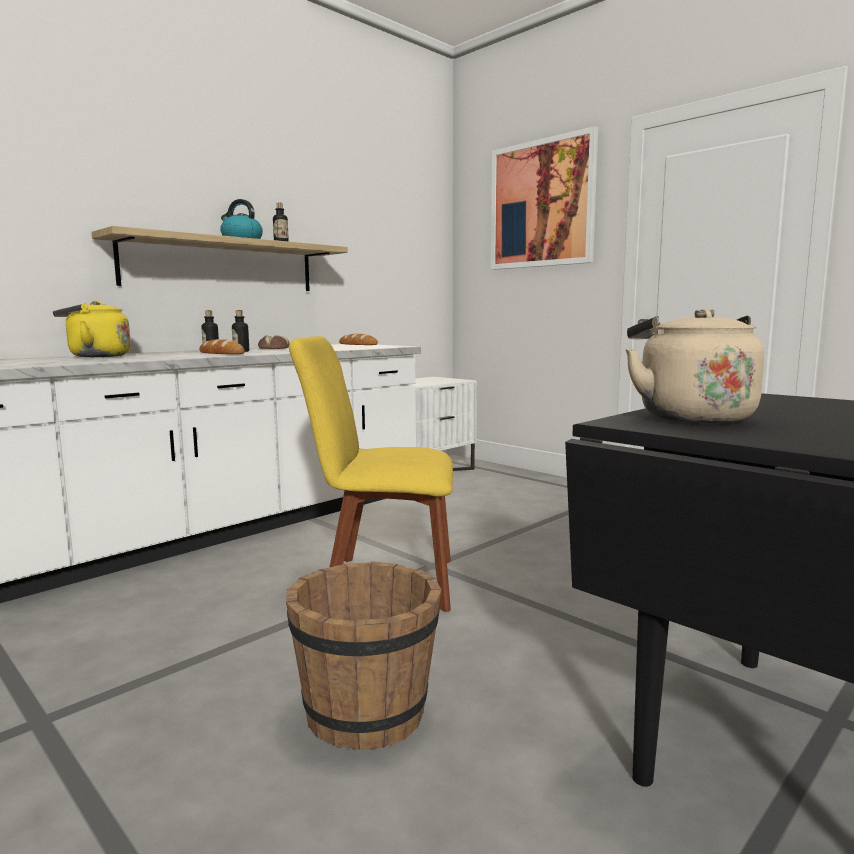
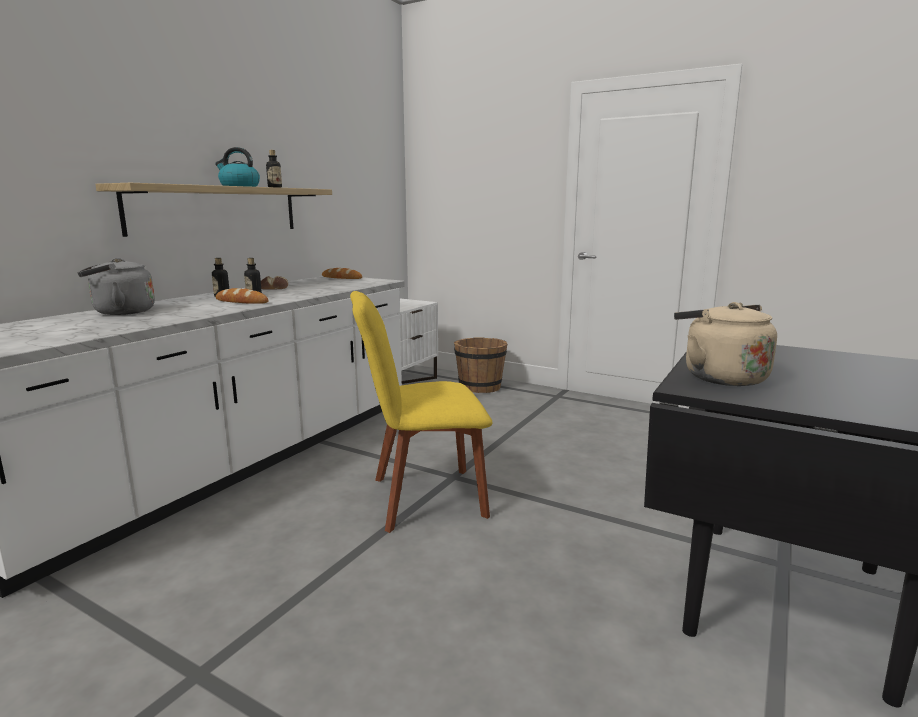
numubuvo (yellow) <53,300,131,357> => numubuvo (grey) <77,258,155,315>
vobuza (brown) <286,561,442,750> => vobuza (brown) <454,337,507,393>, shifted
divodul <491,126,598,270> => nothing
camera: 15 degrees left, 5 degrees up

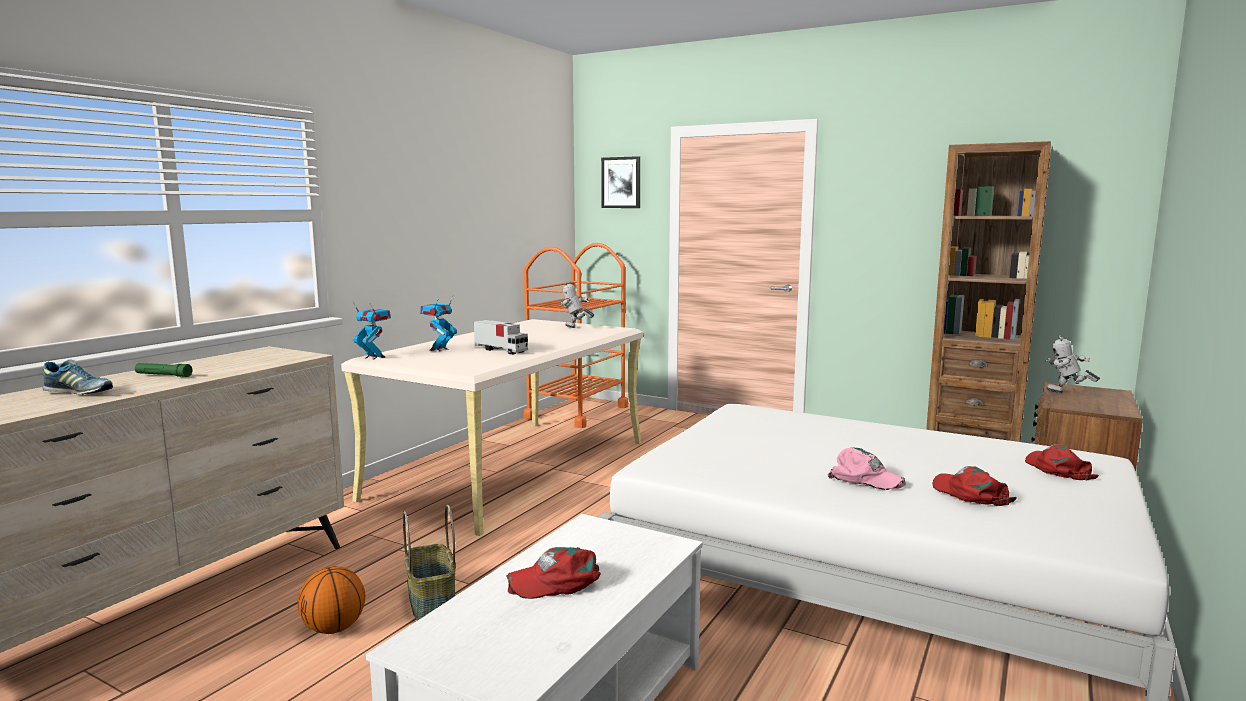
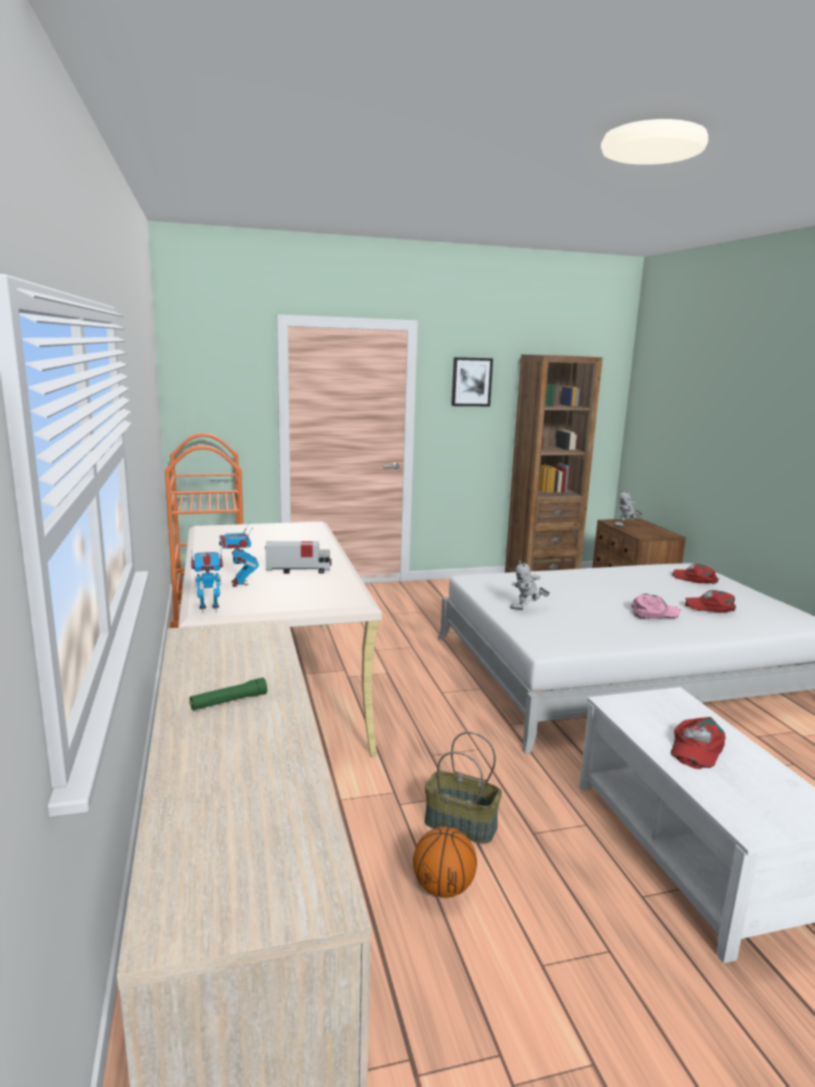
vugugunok <42,360,113,394> => nothing
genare <560,281,594,328> => genare <510,560,550,610>, shifted
divodul <601,156,640,208> => divodul <451,357,493,406>, shifted
camera: 45 degrees left, 5 degrees up

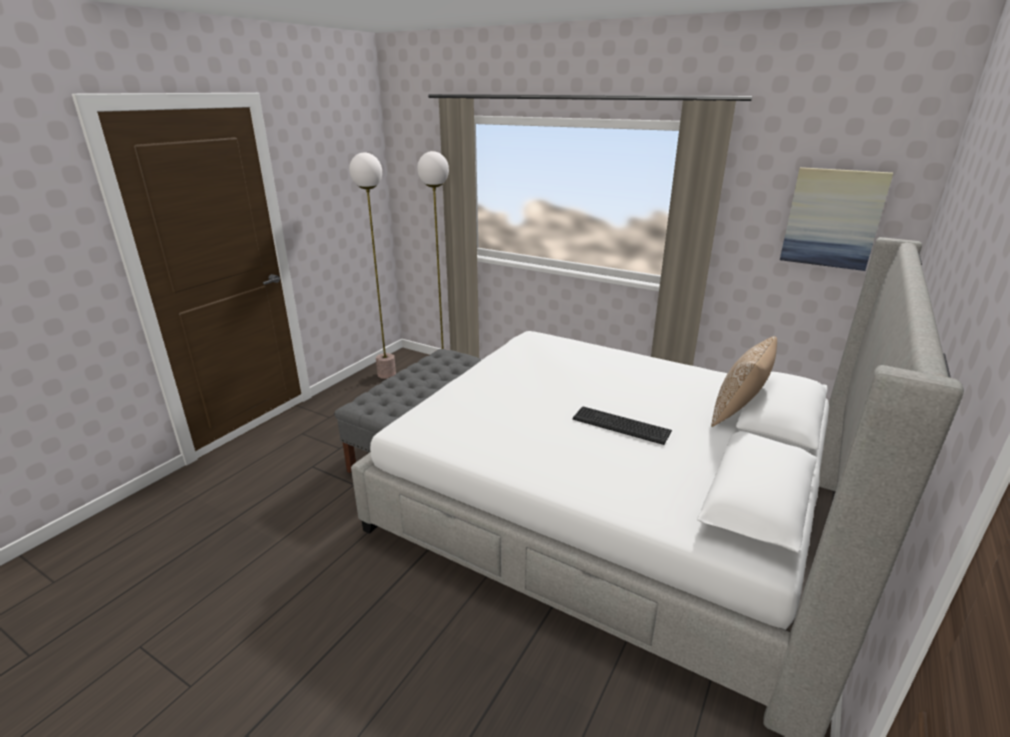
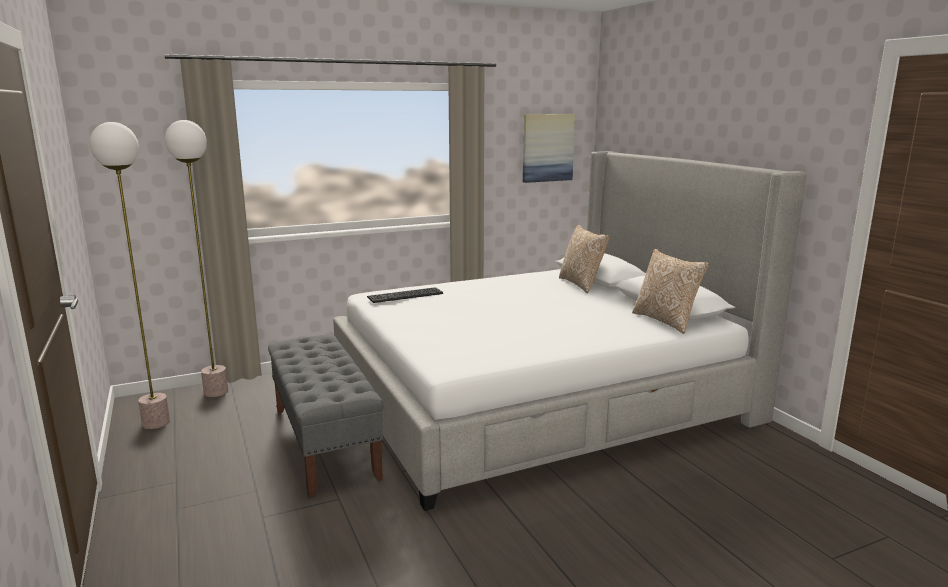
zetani <573,407,672,445> => zetani <367,287,443,303>, shifted
nothing => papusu <632,249,709,334>
camera: 55 degrees left, 10 degrees down

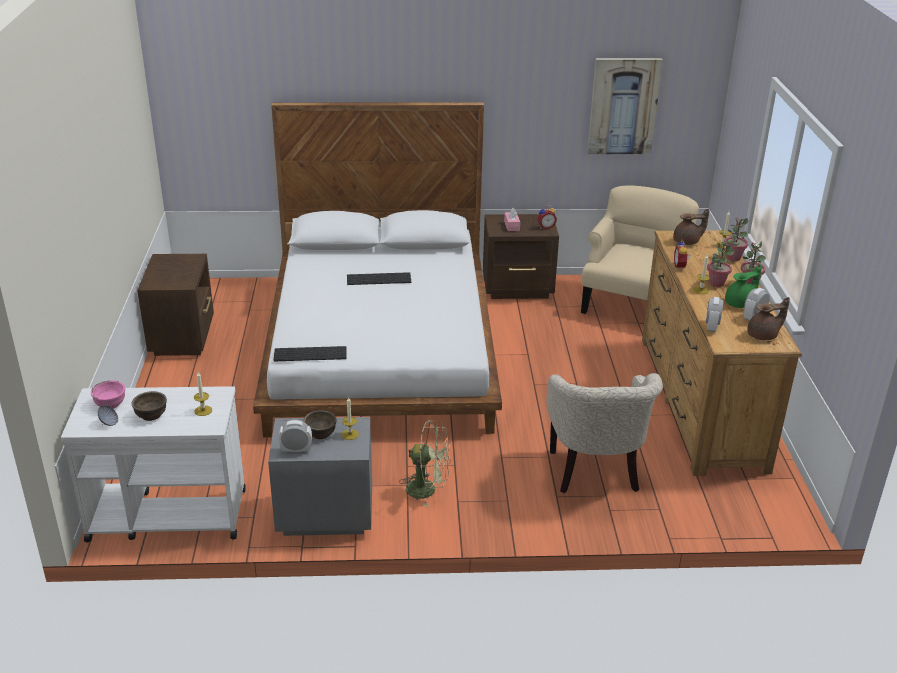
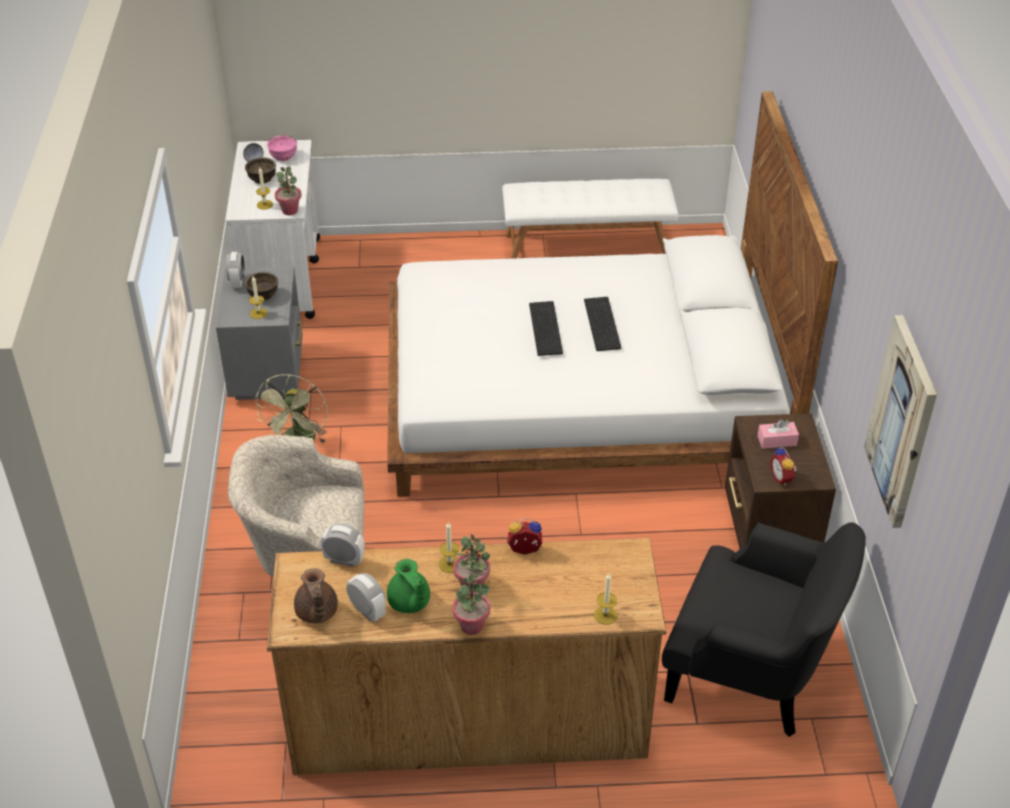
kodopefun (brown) <137,254,214,356> => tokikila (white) <502,179,678,259>
zetani <274,346,347,361> => zetani <529,301,563,356>, shifted
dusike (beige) <581,185,699,314> => dusike (black) <662,522,866,737>
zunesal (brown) <673,209,709,245> => nothing
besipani <725,218,748,261> => besipani <275,167,302,215>, shifted
camera: 90 degrees right, 10 degrees up

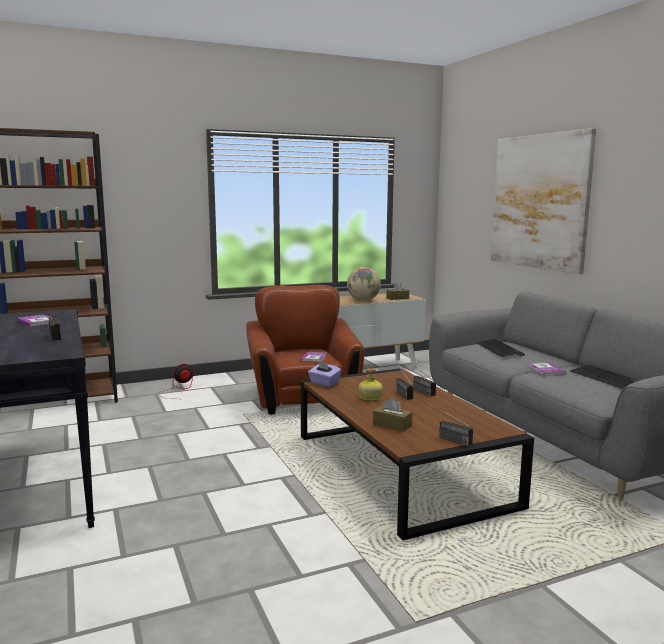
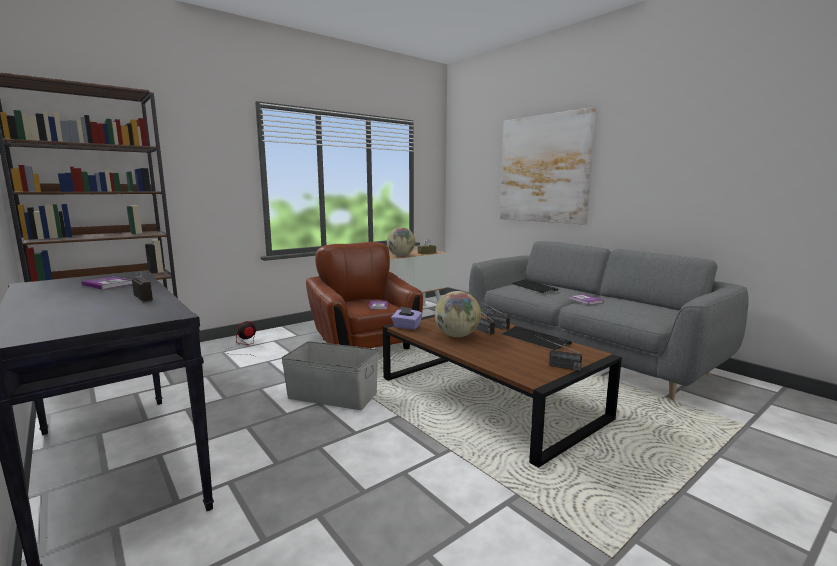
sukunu <358,368,383,401> => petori <435,291,481,337>
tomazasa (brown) <373,397,413,432> => nothing
zetani <570,365,639,389> => zetani <502,326,572,350>, shifted
nothing => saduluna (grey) <281,341,378,410>
camera: 15 degrees left, 0 degrees up

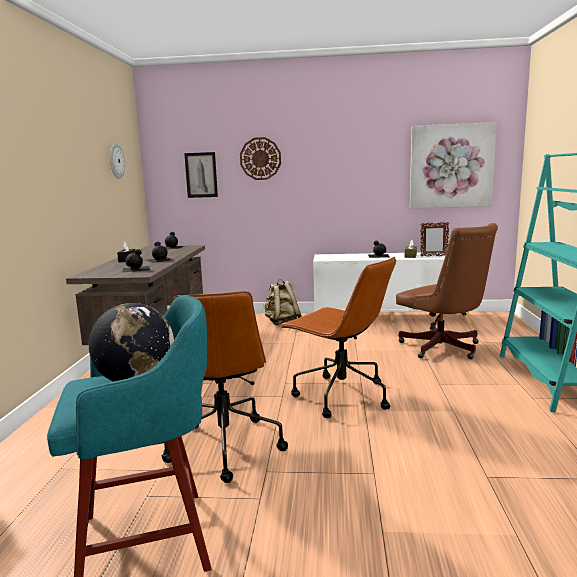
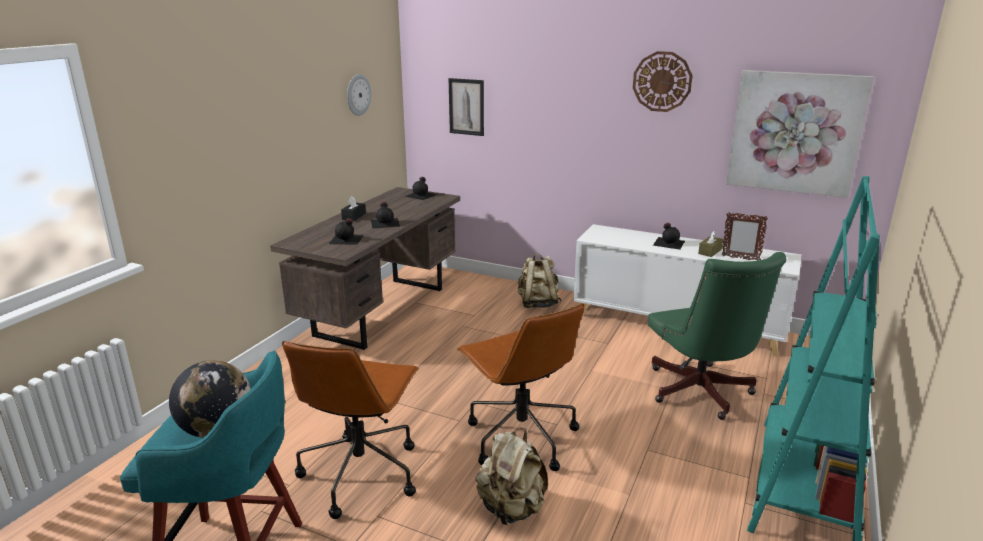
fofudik <240,137,281,180> => fofudik <633,51,693,112>, shifted
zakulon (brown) <396,223,498,359> => zakulon (green) <648,252,786,420>
nothing => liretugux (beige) <476,427,548,525>
camera: 20 degrees right, 10 degrees up

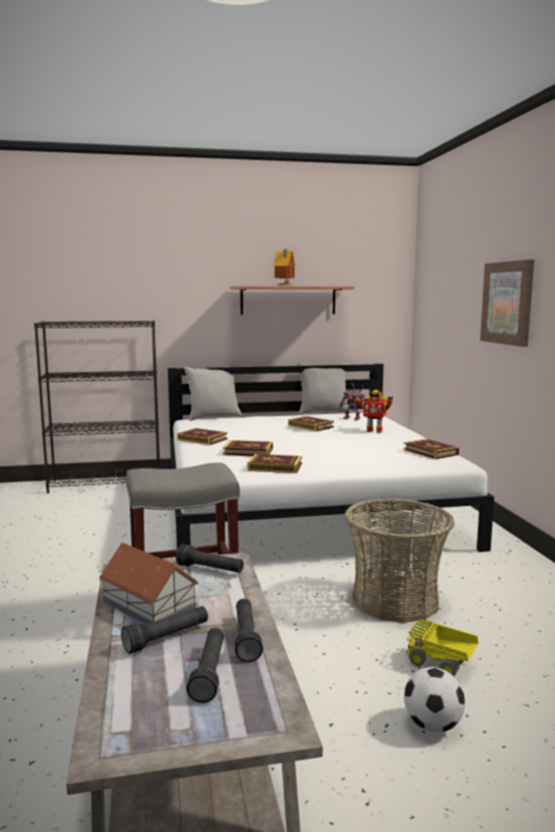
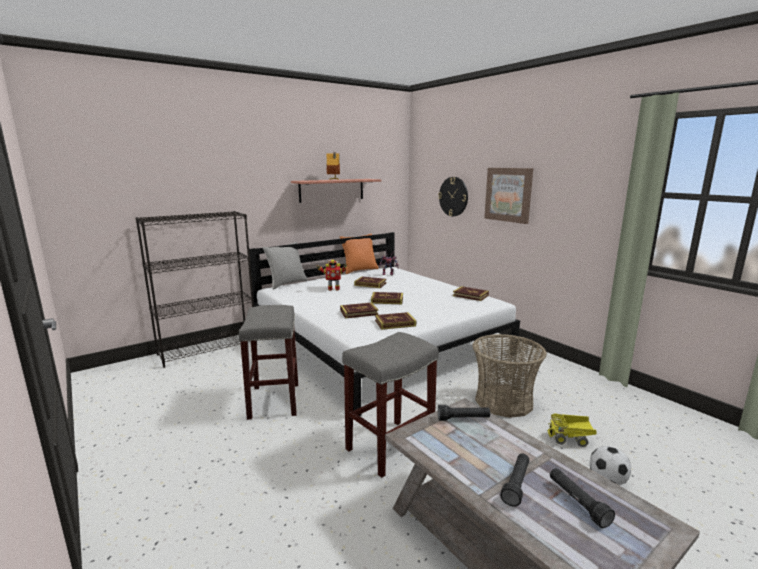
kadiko <99,543,199,625> => nothing
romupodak <177,428,228,445> => romupodak <371,292,403,304>, shifted
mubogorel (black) <235,599,263,662> => nothing
papusu (grey) <297,363,351,415> => papusu (orange) <340,234,379,274>
genare <352,390,393,433> => genare <316,260,347,291>, shifted
nothing => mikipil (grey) <239,305,298,420>
nothing => fofudik <438,177,468,216>
camera: 25 degrees left, 5 degrees up

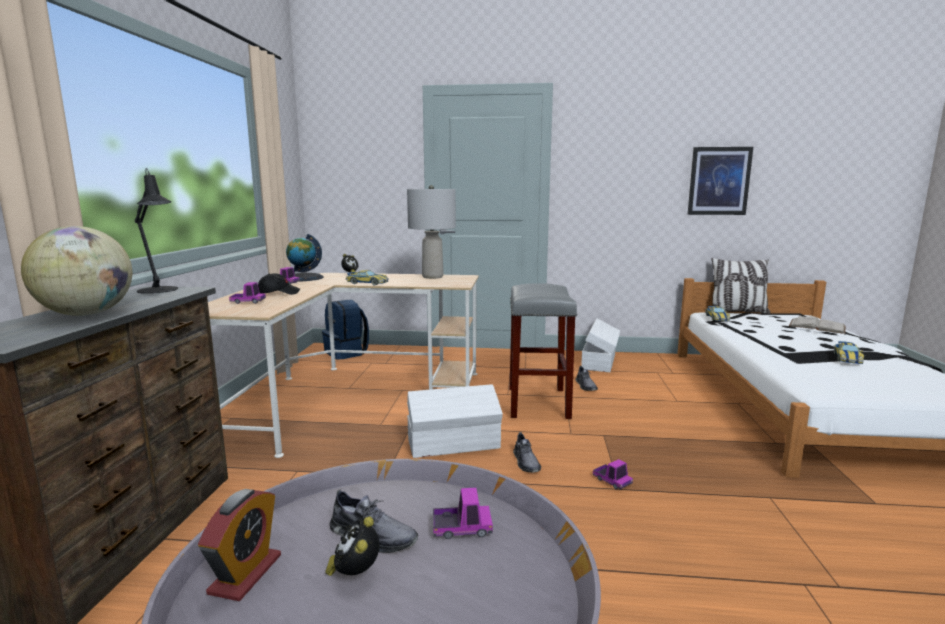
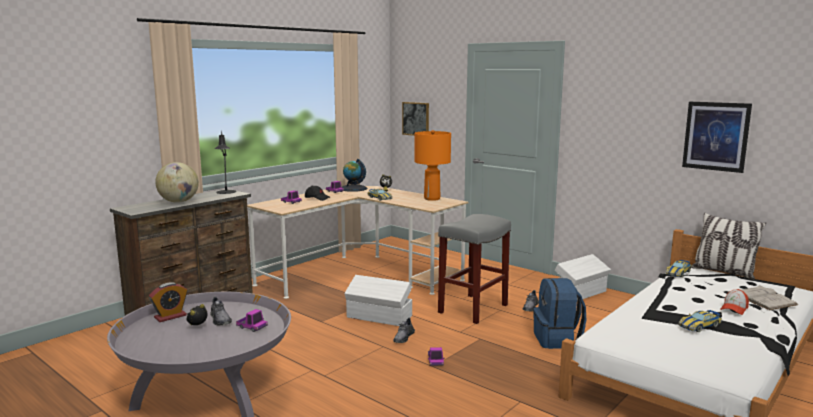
liretugux (blue) <322,300,369,360> => liretugux (blue) <533,278,586,349>, shifted
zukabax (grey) <407,185,456,279> => zukabax (orange) <414,130,451,201>
nothing => divodul <402,102,429,136>
nothing => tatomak <720,289,749,315>
camera: 35 degrees right, 0 degrees up

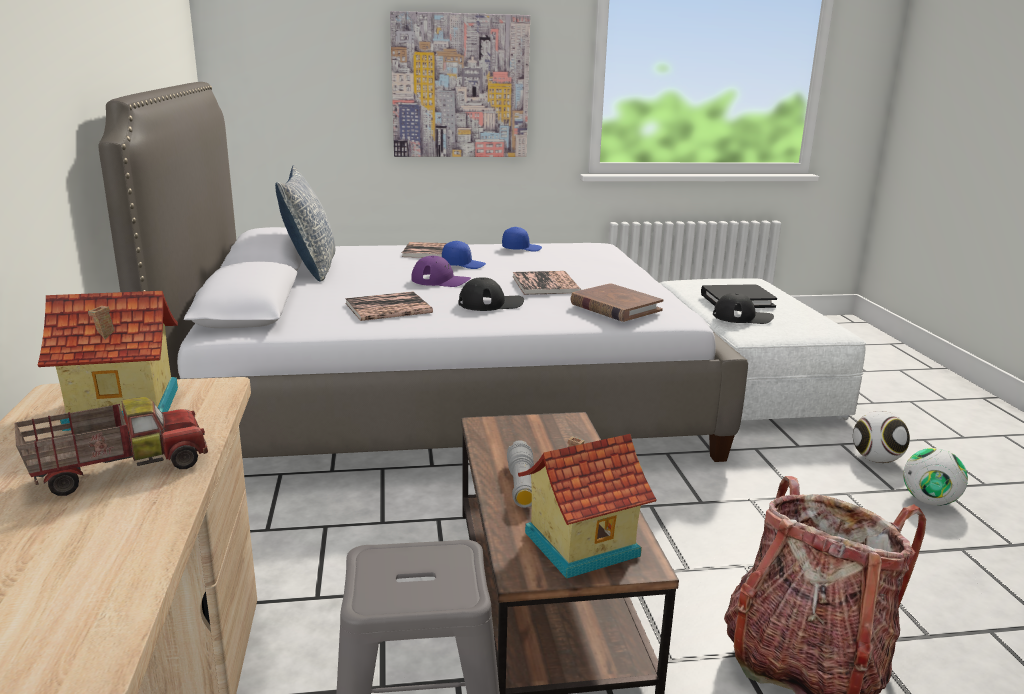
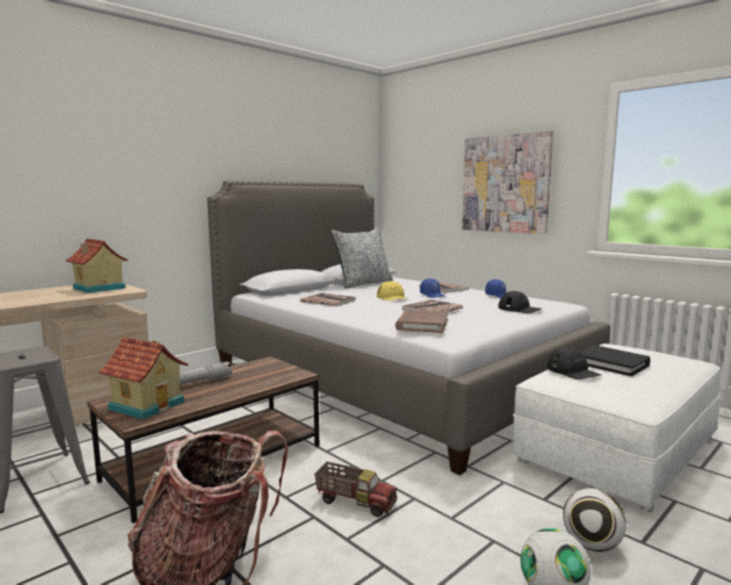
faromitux <14,397,208,496> => faromitux <314,462,397,517>, shifted
tatomak (purple) <411,256,471,287> => tatomak (yellow) <377,281,408,301>
tatomak (black) <458,277,524,311> => tatomak (black) <498,291,542,313>, shifted
camera: 55 degrees right, 10 degrees down

